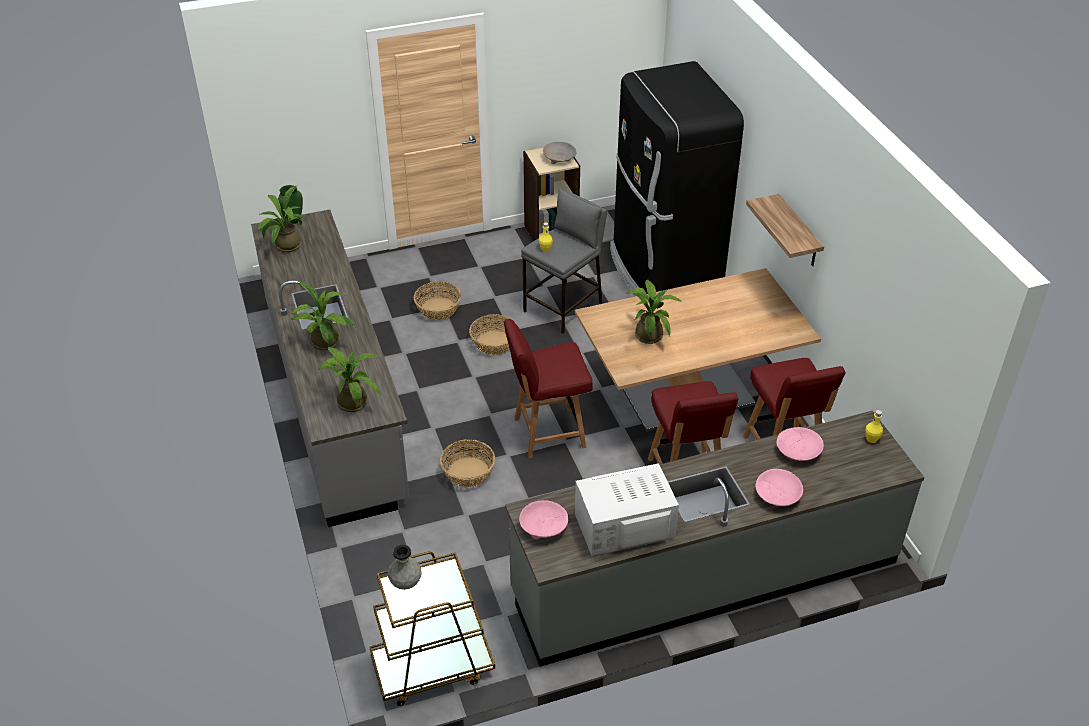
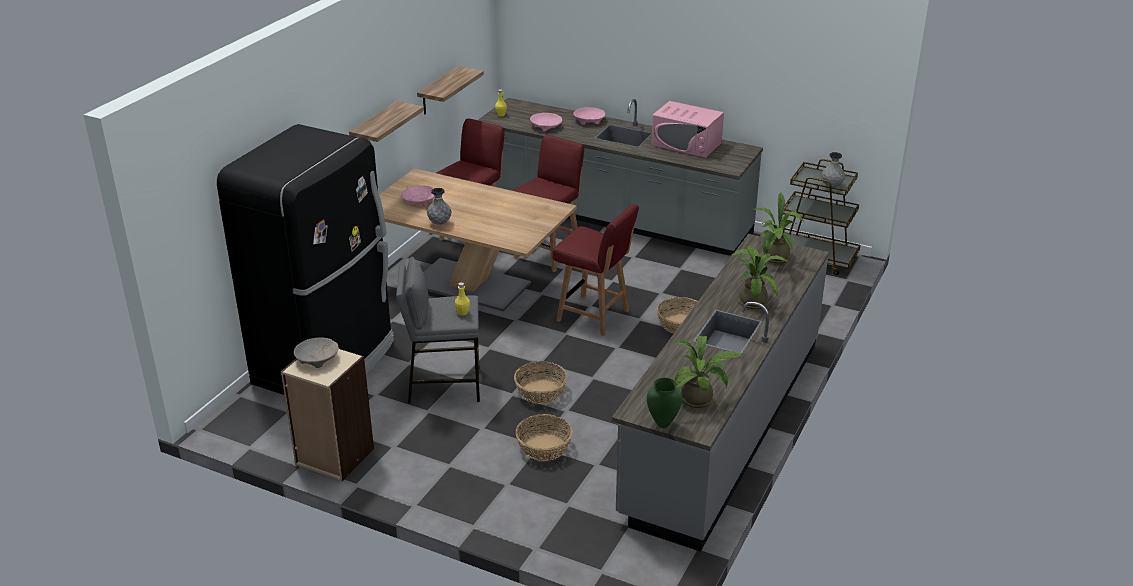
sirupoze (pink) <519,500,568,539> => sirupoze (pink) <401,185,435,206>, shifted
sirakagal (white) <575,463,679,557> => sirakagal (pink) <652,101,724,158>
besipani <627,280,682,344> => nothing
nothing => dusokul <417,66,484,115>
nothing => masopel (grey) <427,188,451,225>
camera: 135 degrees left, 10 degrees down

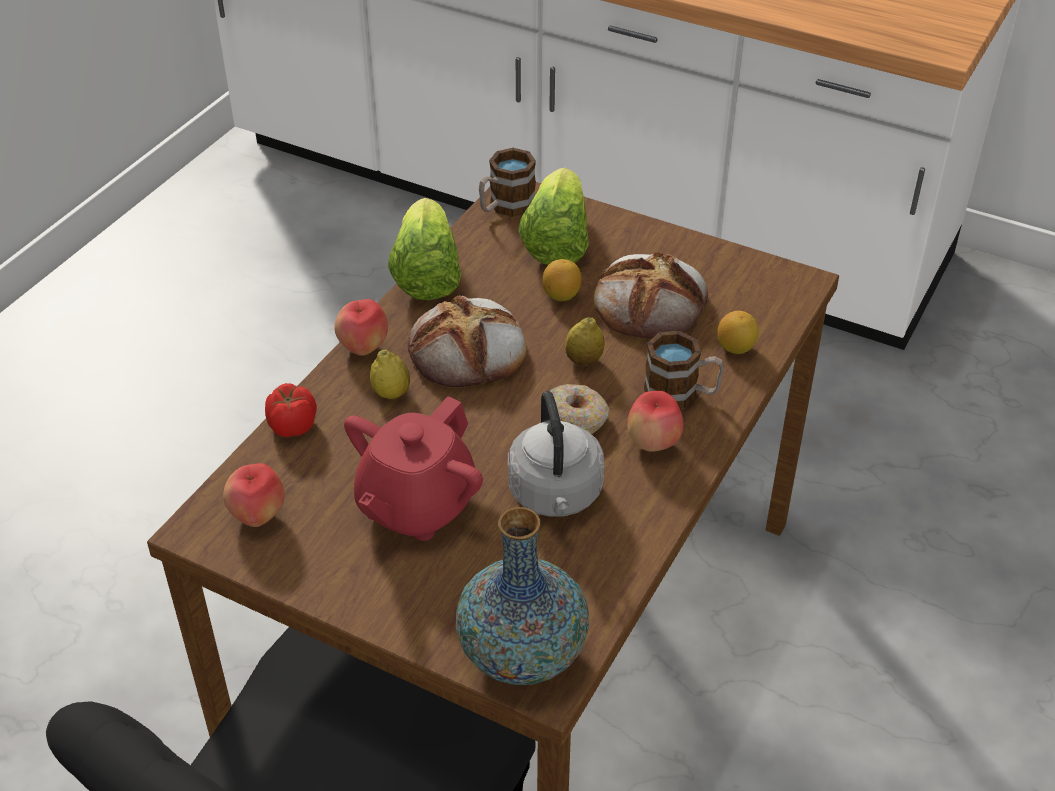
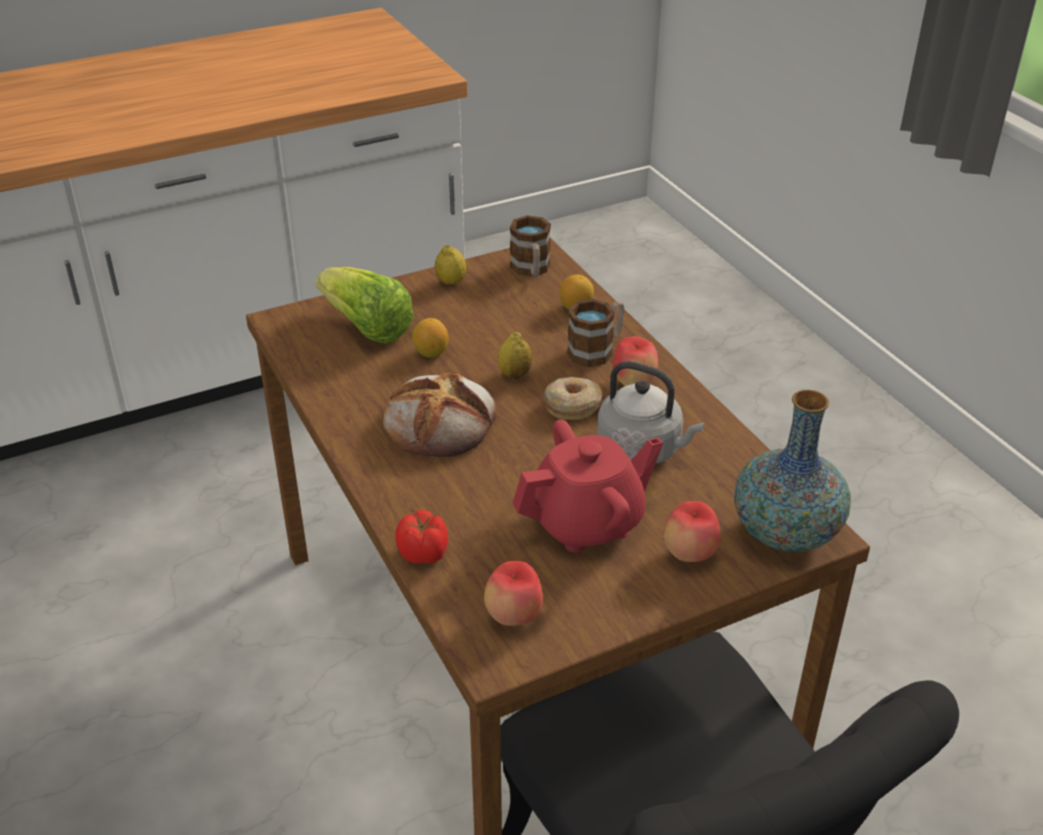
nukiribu <334,299,388,356> => nukiribu <664,501,720,562>, shifted
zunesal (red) <344,396,483,541> => zunesal (red) <513,419,663,553>, 90 degrees counterclockwise
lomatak <370,350,410,399> => lomatak <435,245,466,284>, shifted
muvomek <388,198,461,300> => nothing
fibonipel <479,148,536,217> => fibonipel <510,215,551,277>, shifted
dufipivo <593,252,708,339> => nothing
camera: 55 degrees left, 5 degrees down

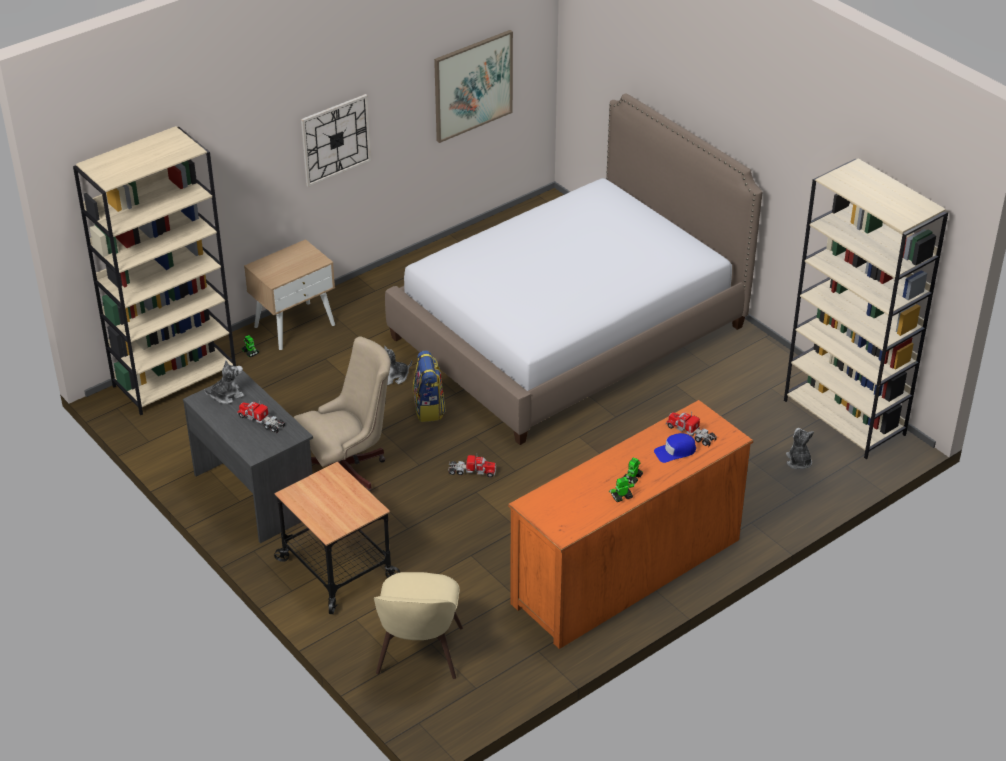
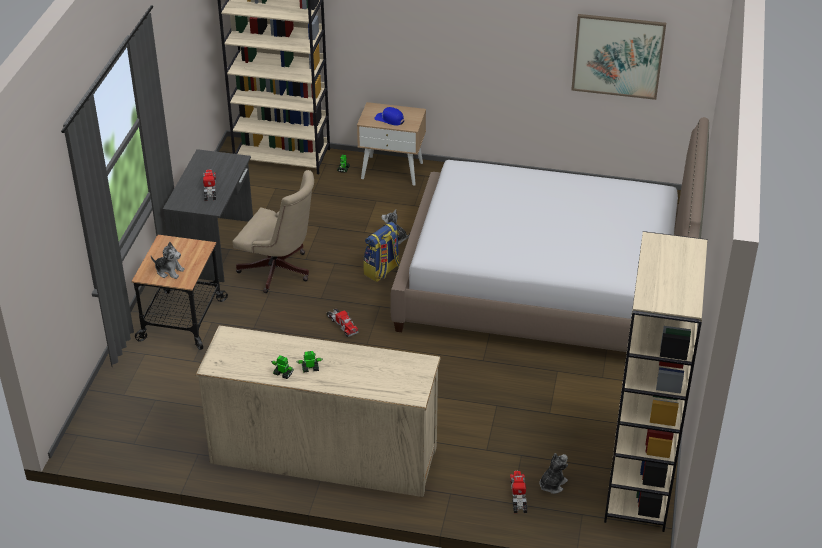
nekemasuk <205,360,244,404> => nekemasuk <151,242,185,279>, shifted
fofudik <301,94,371,187> => nothing
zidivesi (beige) <374,572,463,679> => nothing
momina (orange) <508,400,753,649> => momina (beige) <196,325,441,497>
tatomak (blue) <654,433,696,463> => tatomak (blue) <374,107,404,125>, shifted
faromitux <666,411,717,447> => faromitux <510,471,527,513>, shifted
camera: 50 degrees right, 0 degrees up

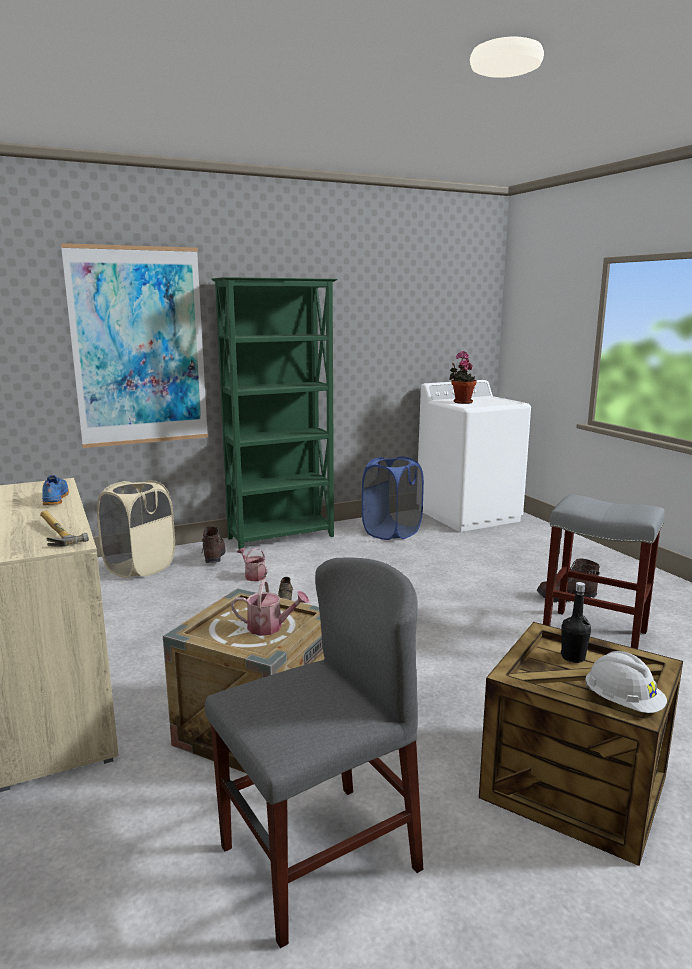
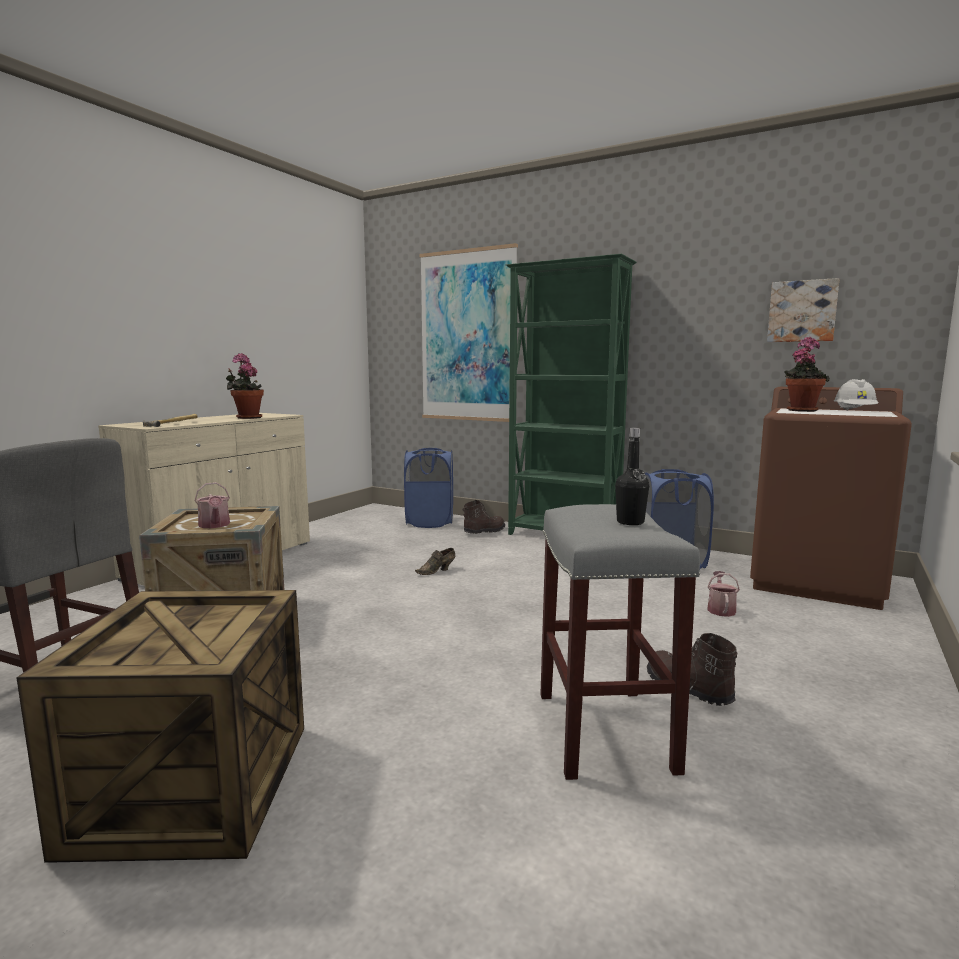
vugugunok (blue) <42,475,69,505> => besipani <226,353,264,419>
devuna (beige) <97,480,175,578> => devuna (blue) <404,448,453,528>
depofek <237,548,267,581> => depofek <707,571,740,617>, shifted
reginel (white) <418,380,531,532> => reginel (brown) <750,387,912,610>
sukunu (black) <561,582,591,663> => sukunu (black) <615,428,649,525>, shifted
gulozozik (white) <585,651,667,713> => gulozozik (white) <834,379,879,411>, shifted
nothing => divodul <767,278,839,342>
camera: 55 degrees right, 5 degrees down

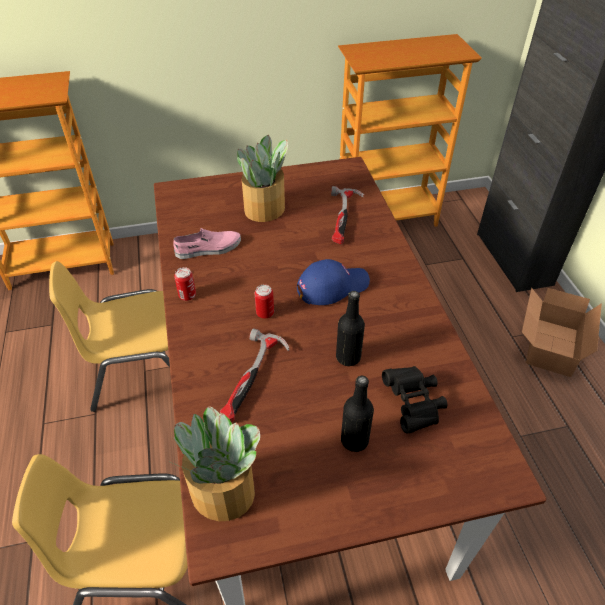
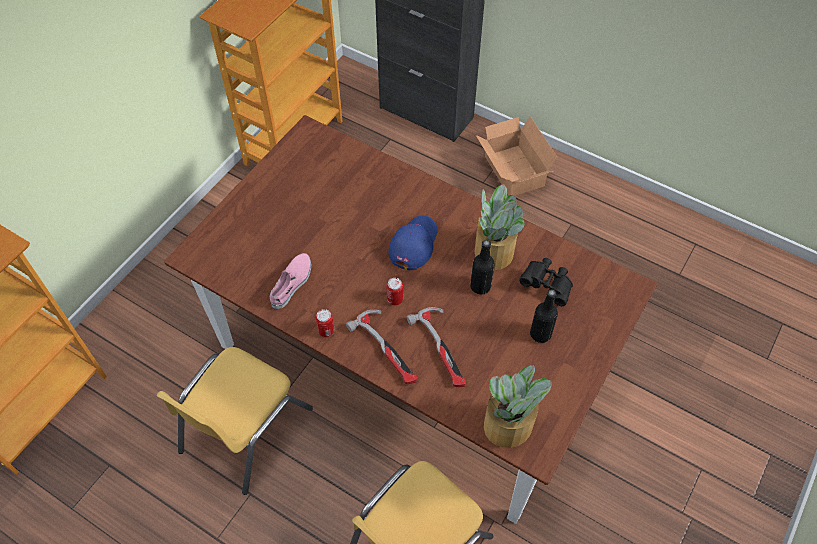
besipani <237,135,288,222> => besipani <474,184,525,270>, shifted
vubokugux <331,186,364,244> => vubokugux <346,310,417,384>, shifted
camera: 45 degrees left, 10 degrees up

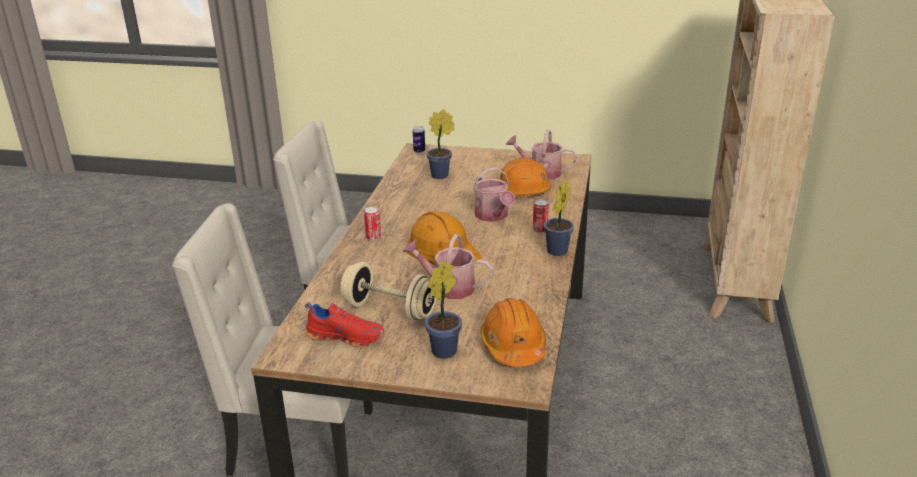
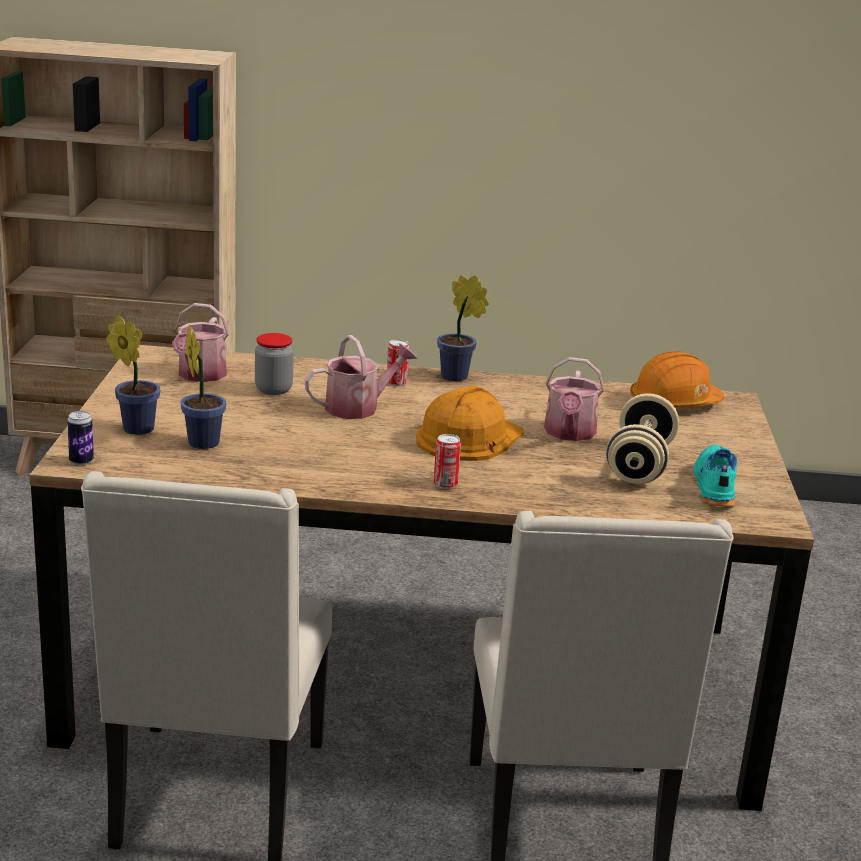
vugugunok (red) <305,302,384,347> => vugugunok (turquoise) <692,445,737,507>
besipani <425,260,462,359> => besipani <106,315,160,435>, shifted
gulozozik (orange) <499,158,551,196> => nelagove <255,333,294,395>
camera: 100 degrees left, 5 degrees down

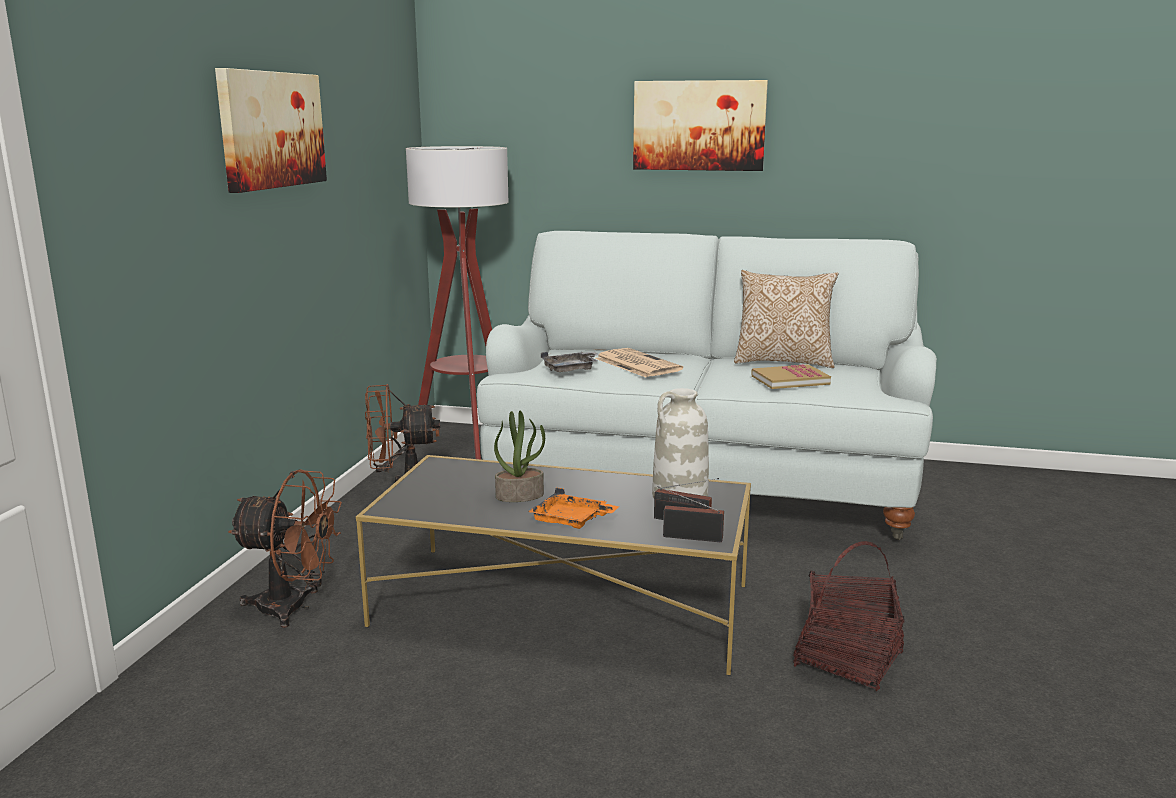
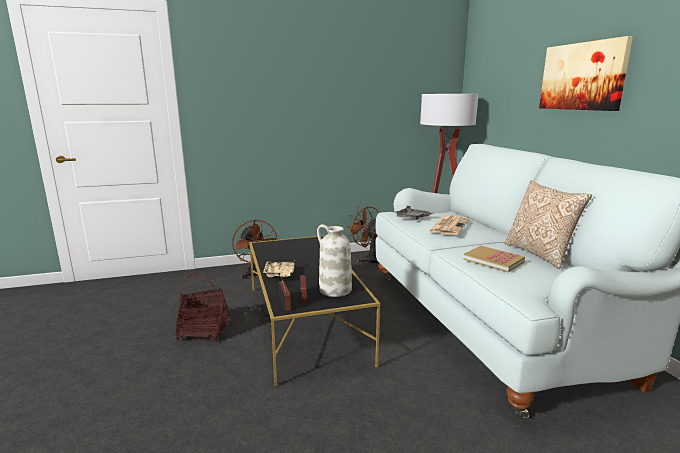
divodul <215,68,327,193> => nothing
besipani <494,411,545,502> => nothing
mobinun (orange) <528,488,619,529> => mobinun (beige) <263,259,295,277>
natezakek <793,541,904,691> => natezakek <176,273,230,342>, shifted
camera: 60 degrees right, 0 degrees up

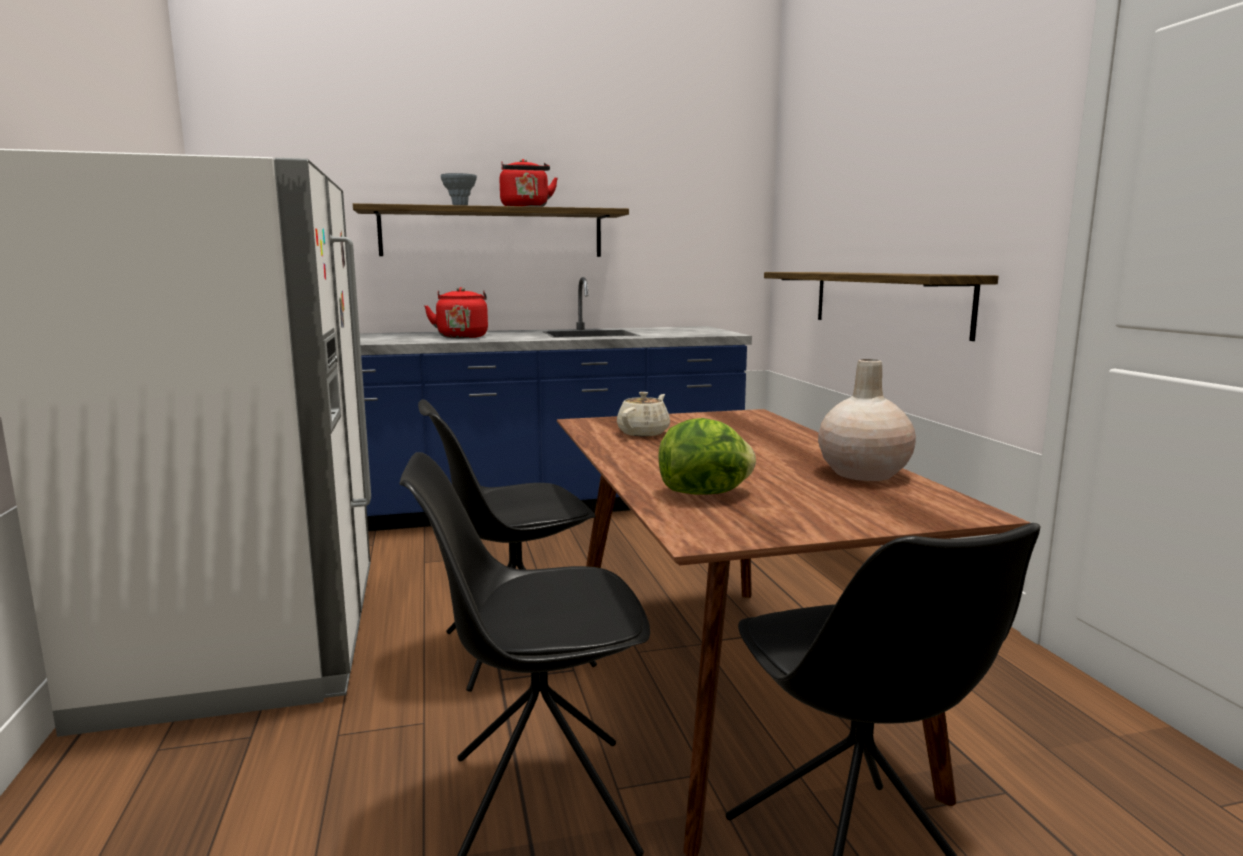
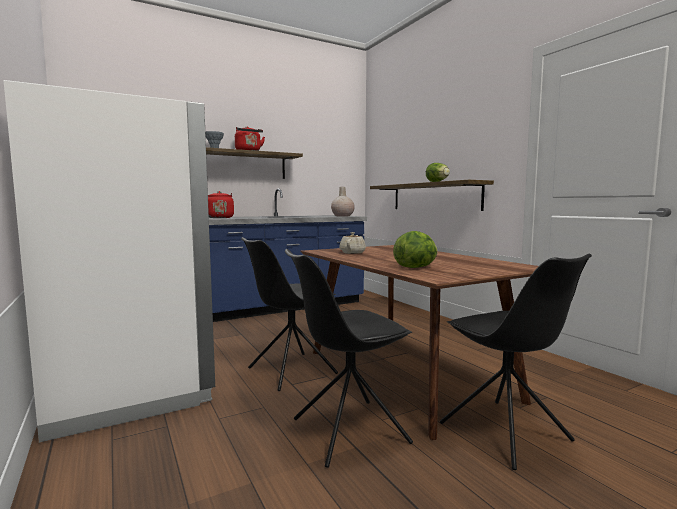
masopel (beige) <818,359,916,481> => masopel (beige) <331,187,355,216>, shifted
nothing => muvomek <426,163,450,182>
camera: 15 degrees left, 5 degrees down

